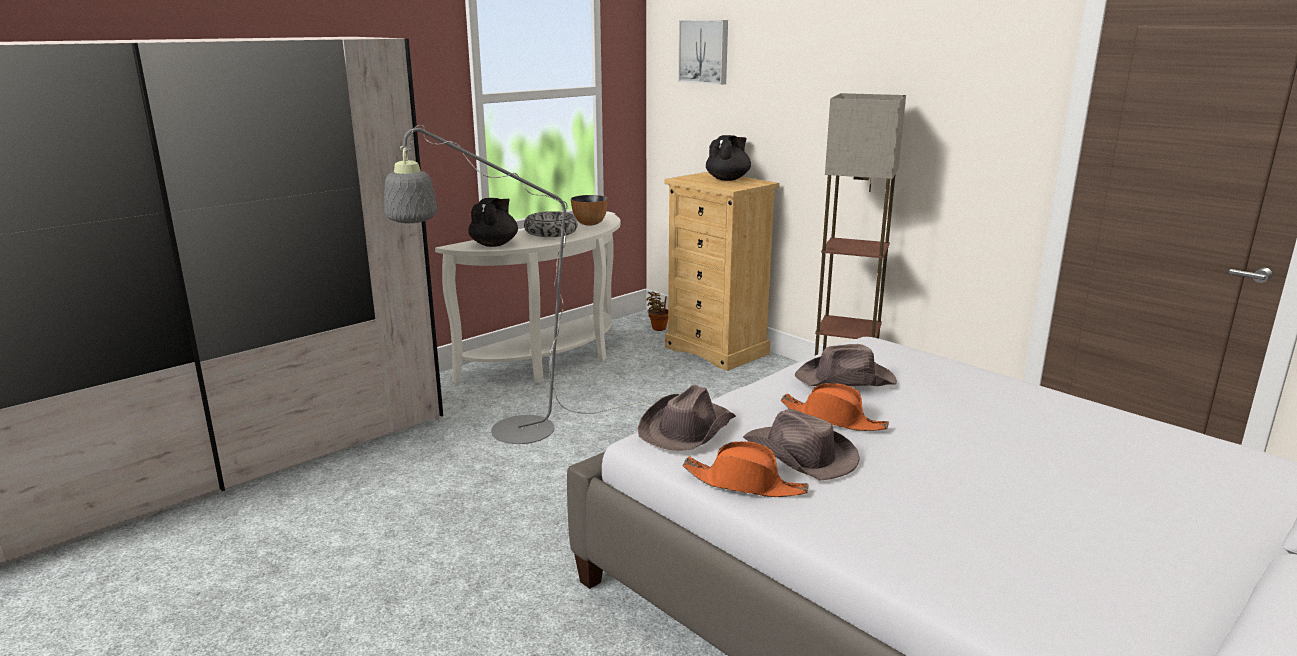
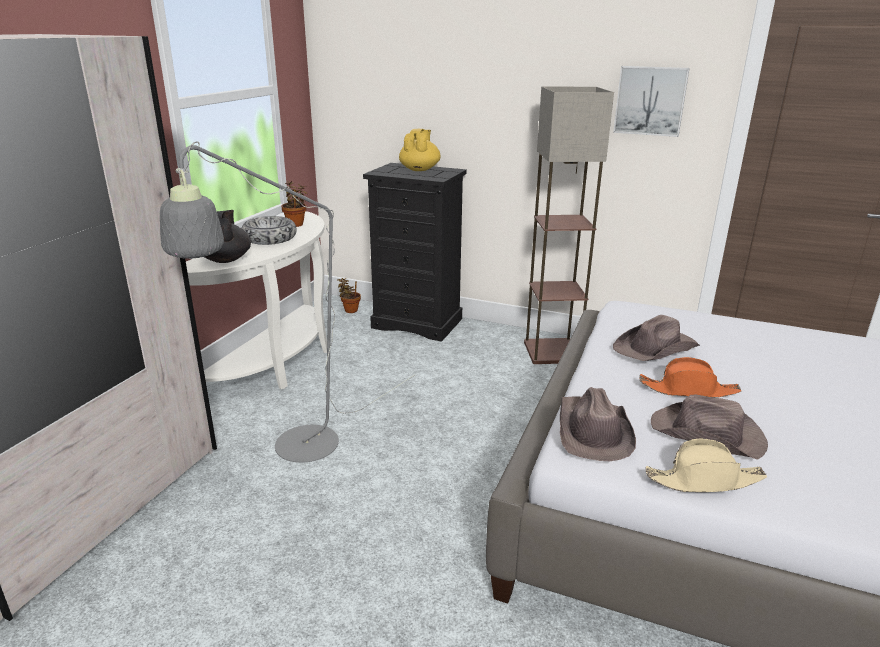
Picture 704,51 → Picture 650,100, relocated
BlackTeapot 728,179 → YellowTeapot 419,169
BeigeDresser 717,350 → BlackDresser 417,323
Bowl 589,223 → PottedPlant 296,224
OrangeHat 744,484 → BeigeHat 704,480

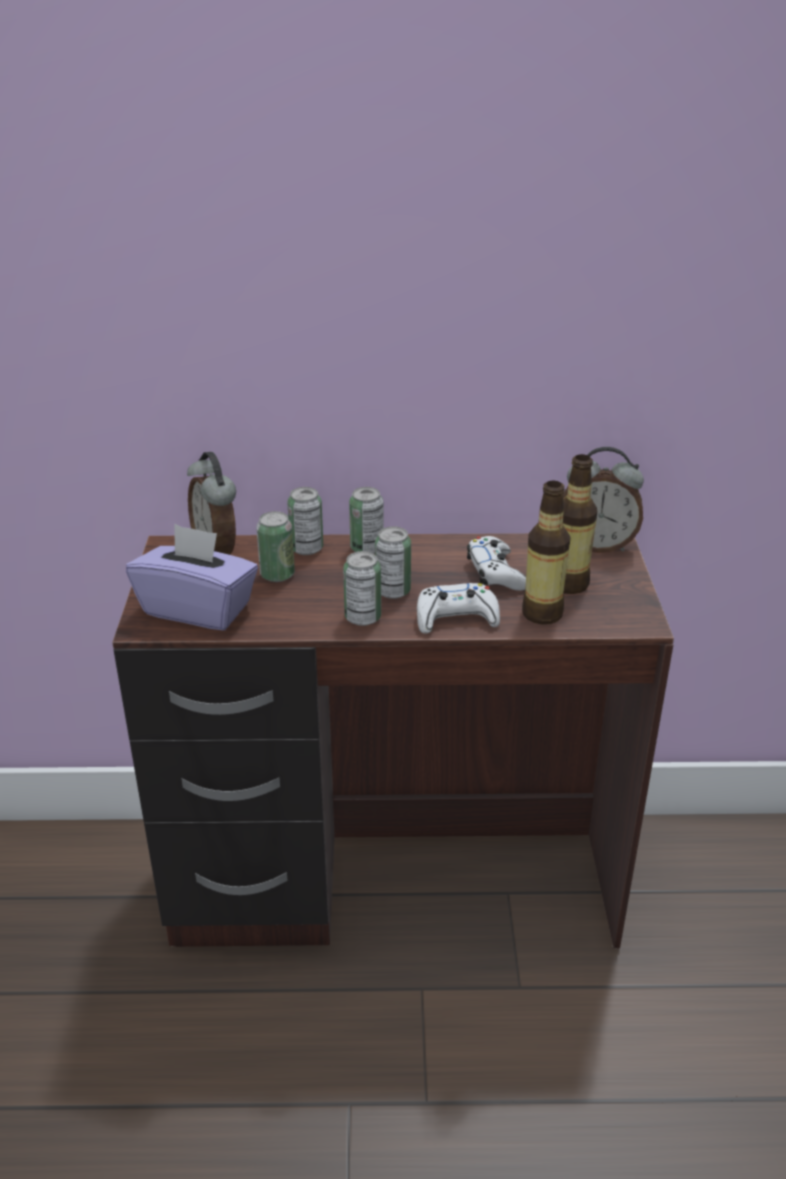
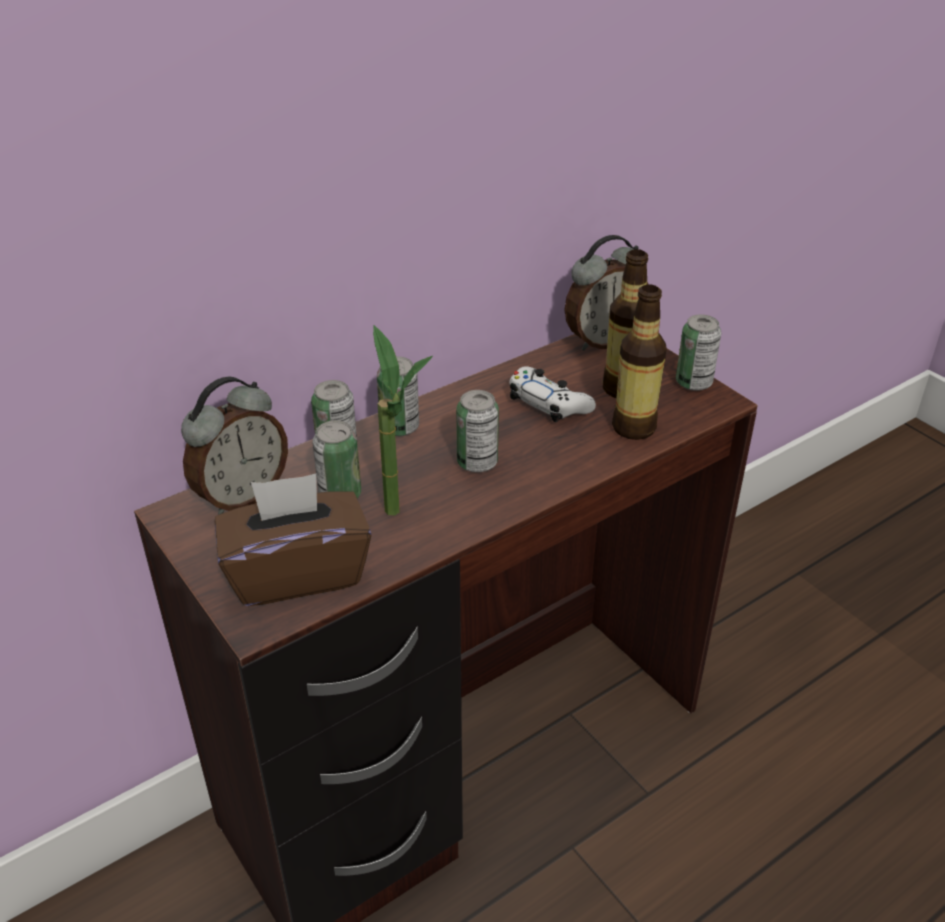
AlarmClock 217,551 → AlarmClock 241,496, 75 degrees counterclockwise
PurpleTissueBox 198,609 → BrownTissueBox 297,572
Can 363,618 → Can 693,383, relocated
WhiteGameController 456,618 → -
- → PottedPlant 404,517

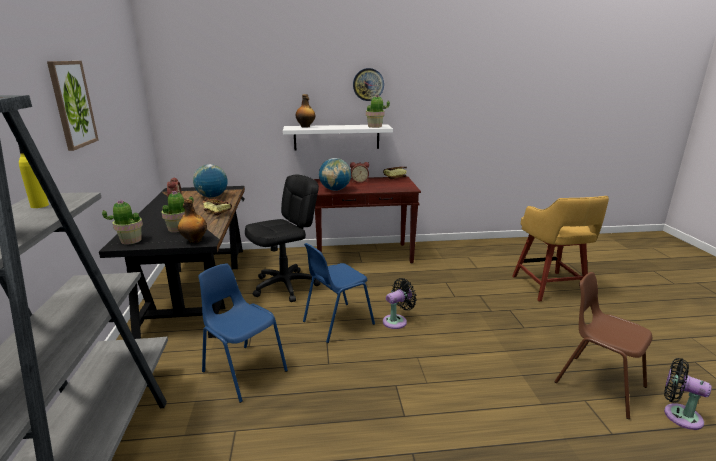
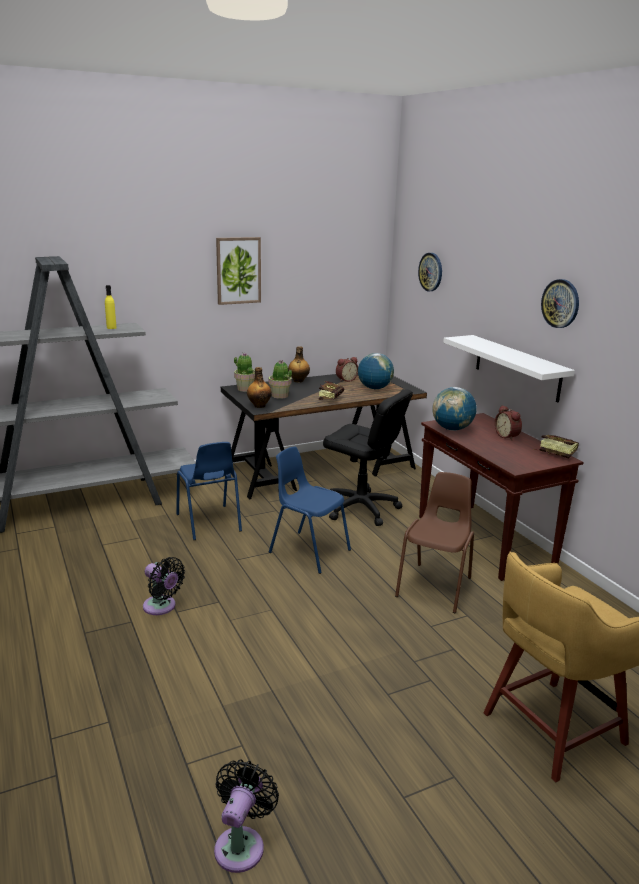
Bottle 305,126 → Bottle 298,381, relocated
PottedPlant 375,126 → -
BlueChair 244,371 → BlueChair 209,523, 135 degrees clockwise
BrownChair 598,384 → BrownChair 435,587, relocated
BlackFan 397,321 → BlackFan 161,607, relocated
- → WallClock 431,272

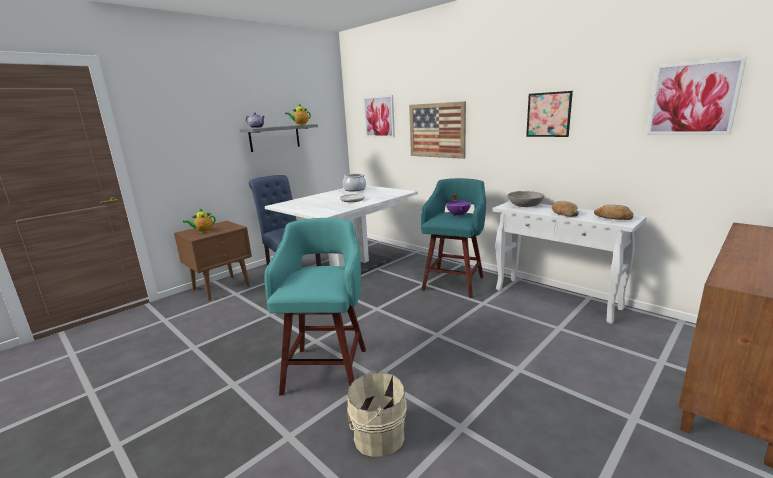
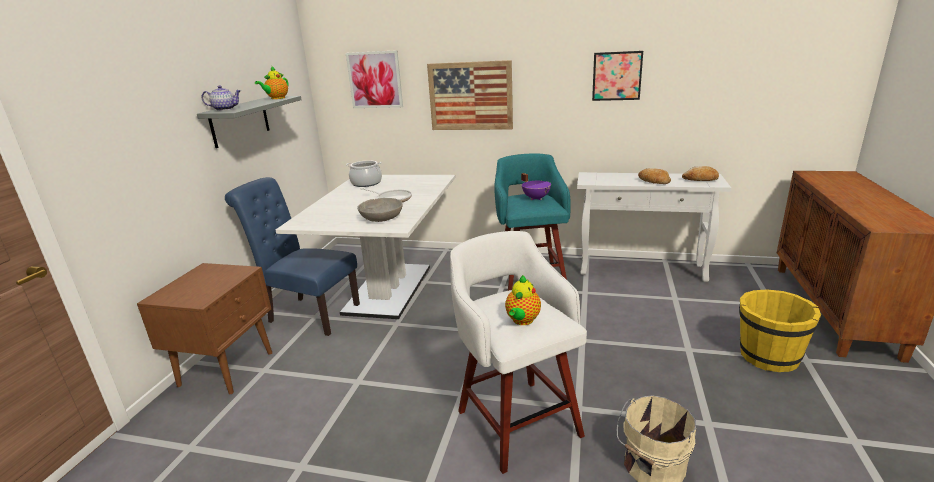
Picture 692,98 → -
GreyBowl 524,205 → GreyBowl 381,218, relocated
Teapot 203,231 → Teapot 522,321, relocated
TurquoiseStool 327,368 → WhiteStool 516,420
- → YellowBucket 768,357

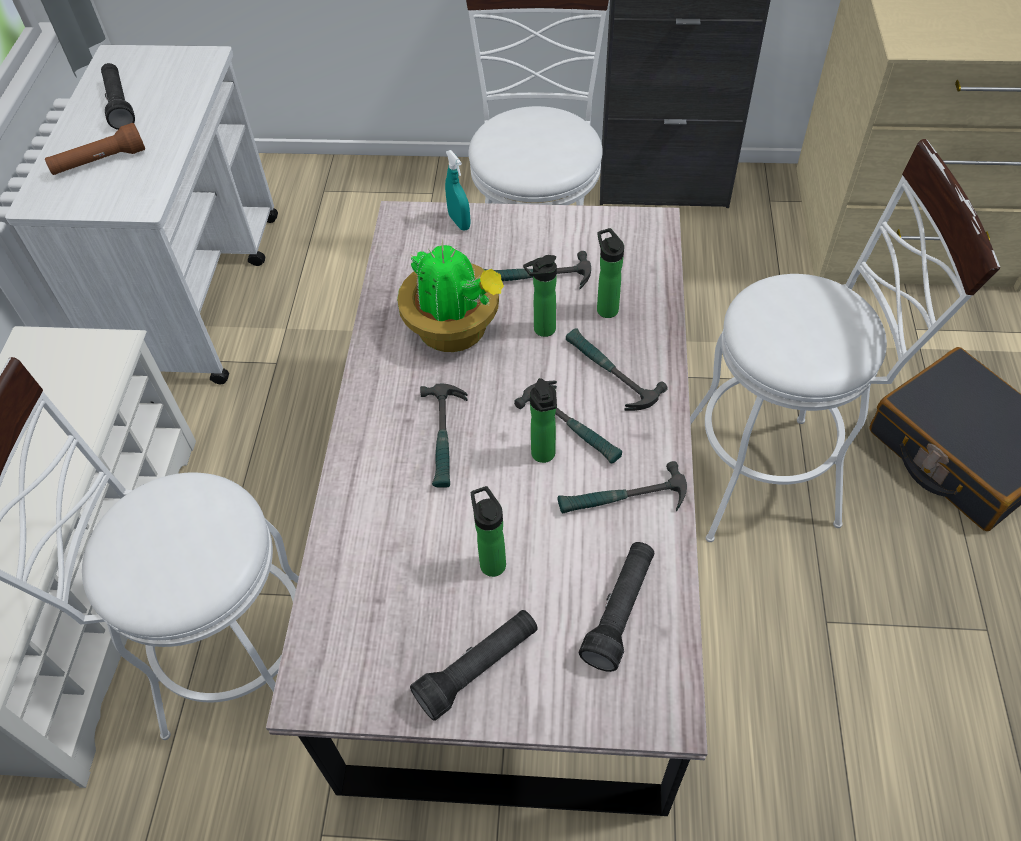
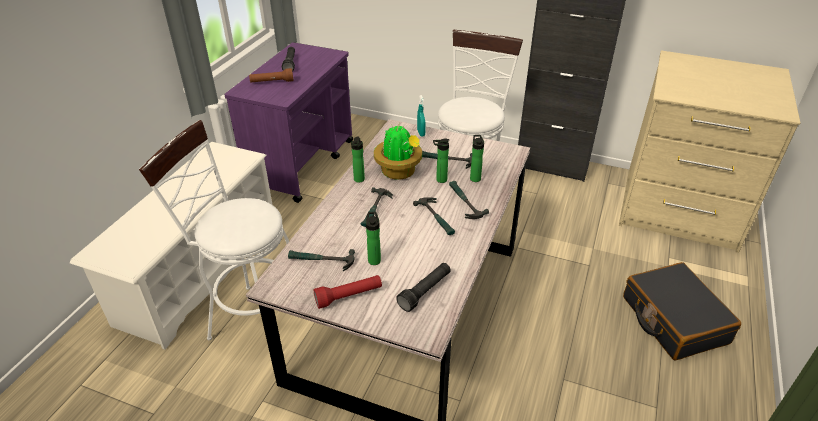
WhiteCart 197,292 → PurpleCart 302,163
WhiteStool 772,475 → -
Bottle 544,456 → Bottle 359,180, relocated
Hammer 623,500 → Hammer 321,261, relocated
BlackFlashlight 478,668 → RedFlashlight 349,296

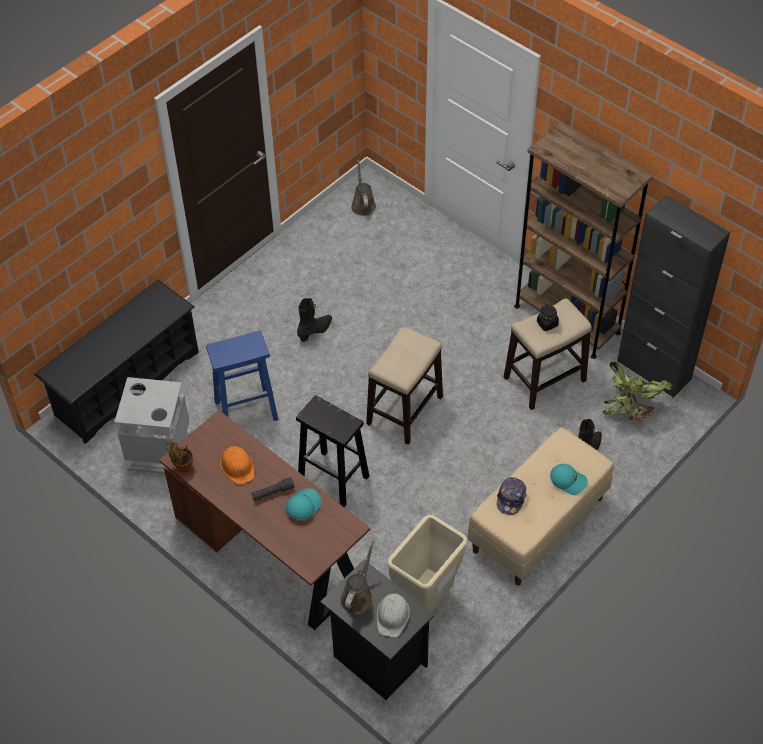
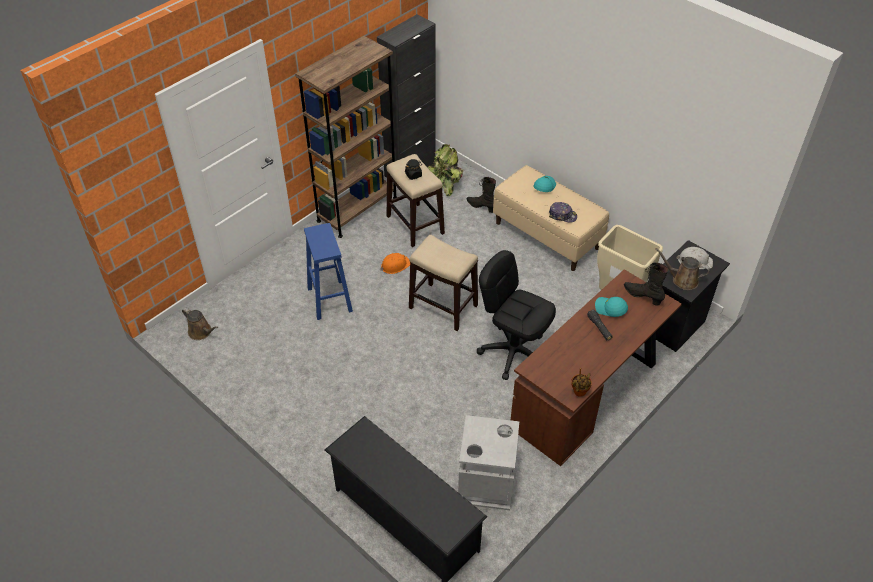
BrownWateringCan 363,204 → BrownWateringCan 201,332, 135 degrees counterclockwise
BlackBoot 315,331 → BlackBoot 642,296, relocated
BlueStool 247,410 → BlueStool 329,299, relocated
BlackStool 334,479 → BlackOfficeChair 513,352
OrangeHardHat 237,466 → OrangeHardHat 395,265, relocated

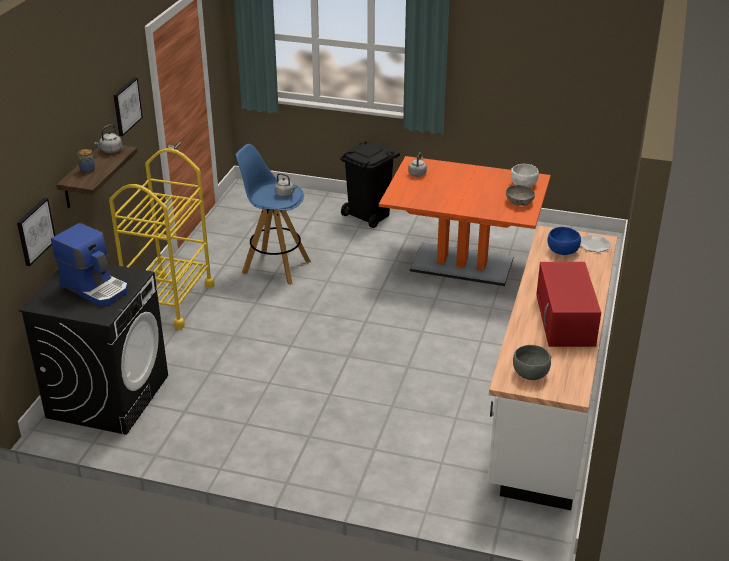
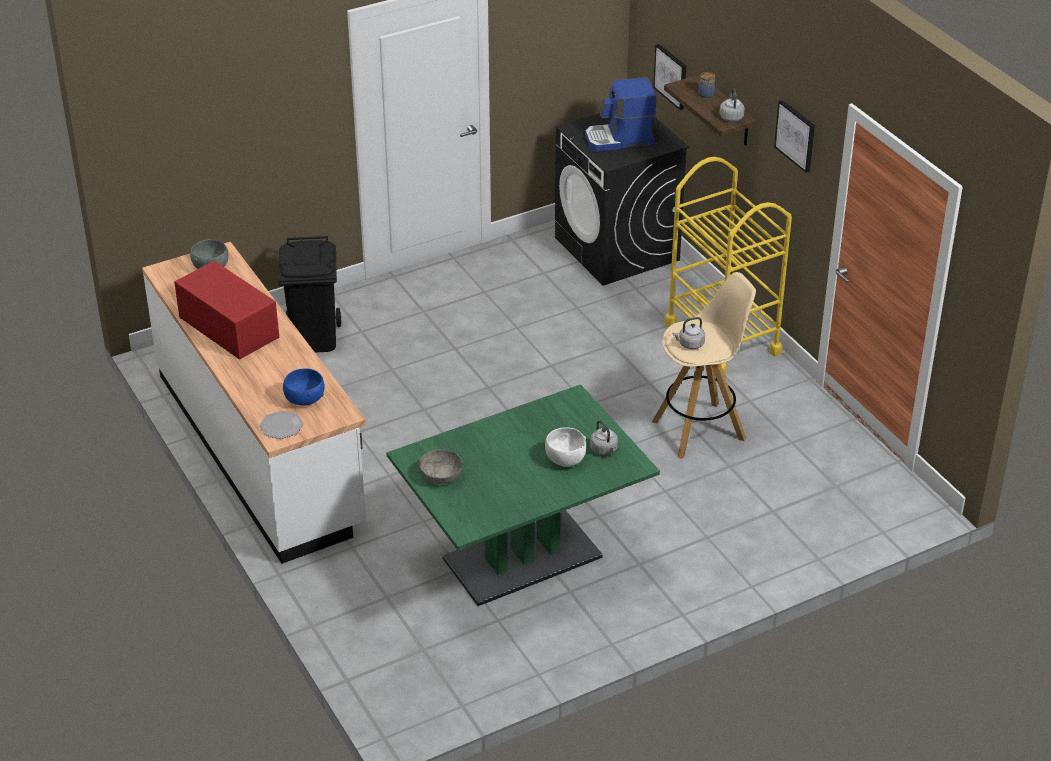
BlackTrashCan 369,215 → BlackTrashCan 313,338, relocated
BlueStool 275,267 → BeigeStool 700,430
OrangeDiningTable 461,265 → GreenDiningTable 522,558
WhiteBowl 523,184 → WhiteBowl 565,459, relocated

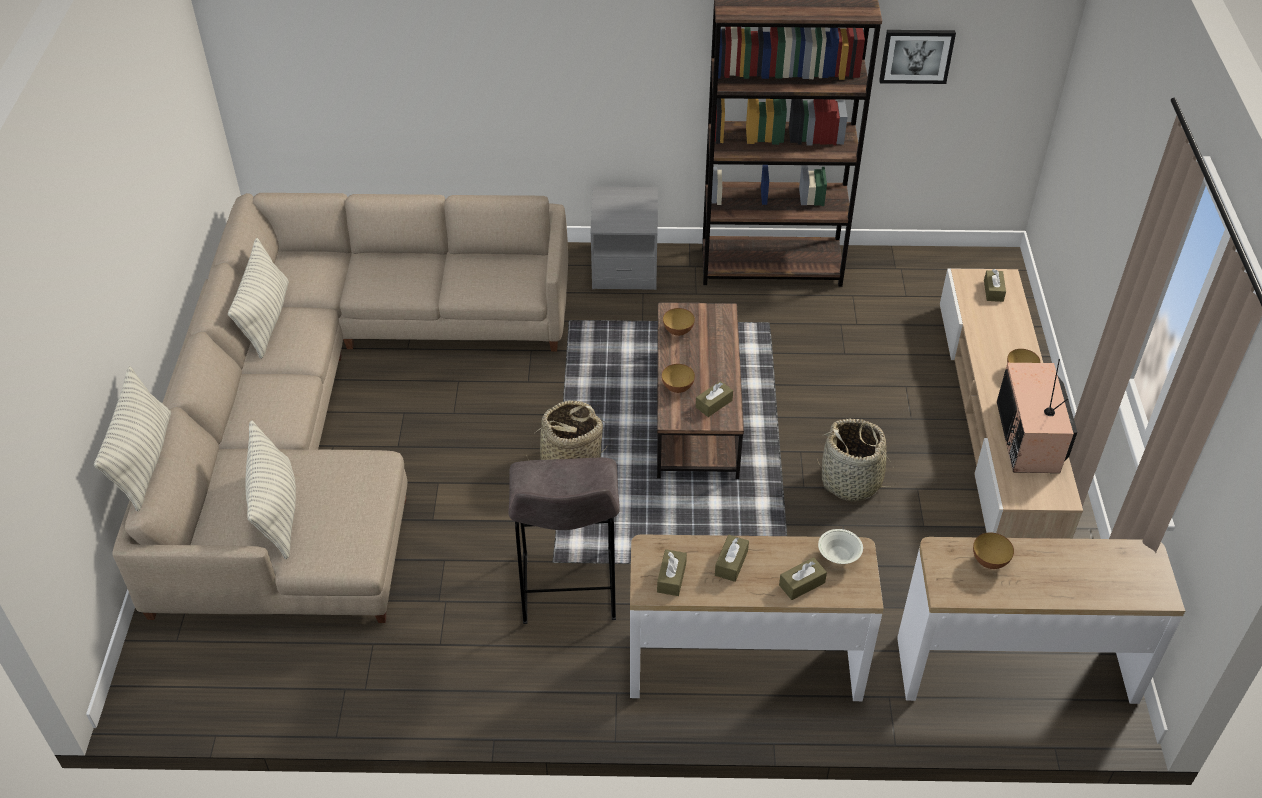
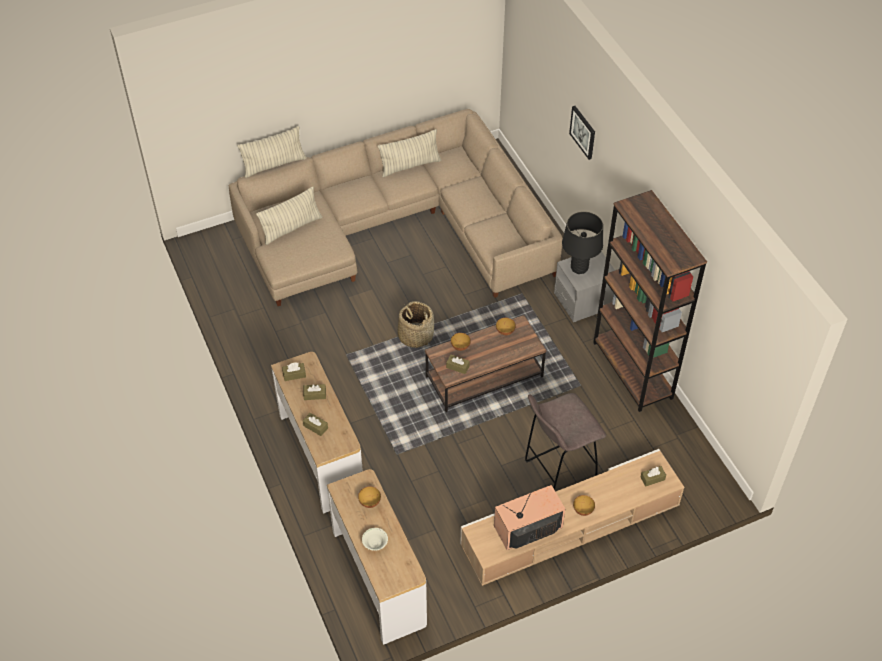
Picture 916,55 → Picture 583,132, relocated
Basket 851,481 → -
GreyStool 568,590 → GreyStool 557,472, relocated
WhiteBowl 838,557 → WhiteBowl 375,544, relocated
- → BlackTableLamp 579,268

